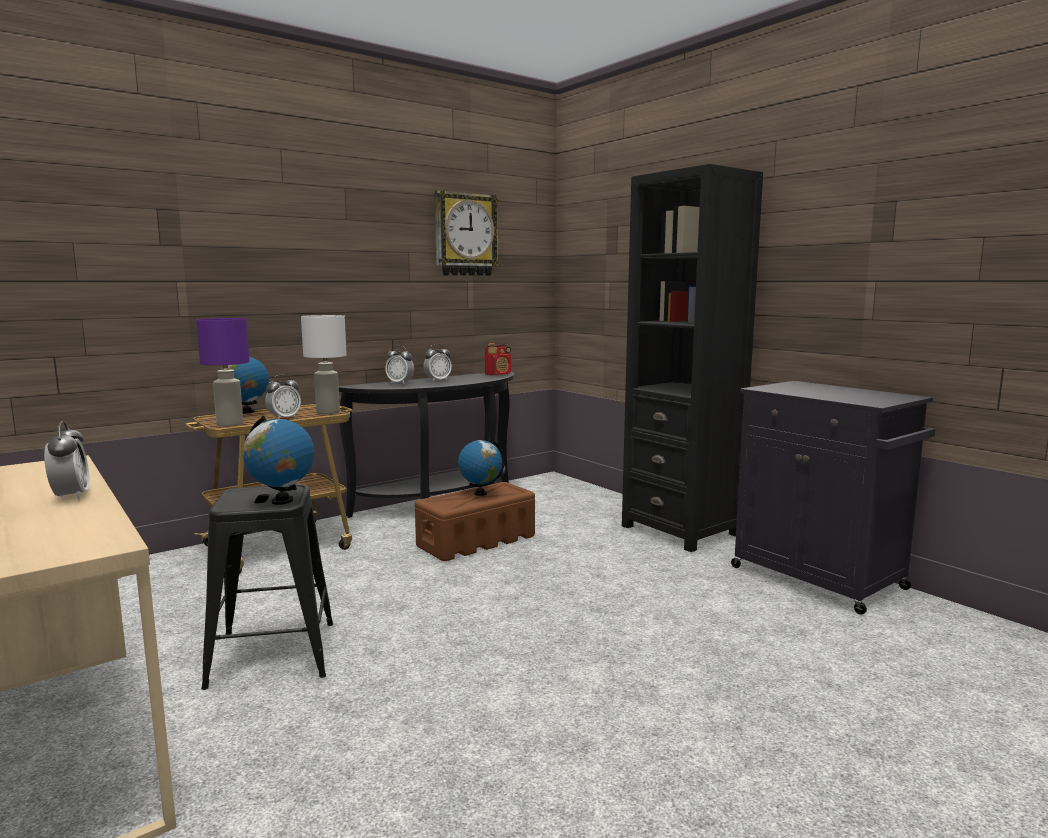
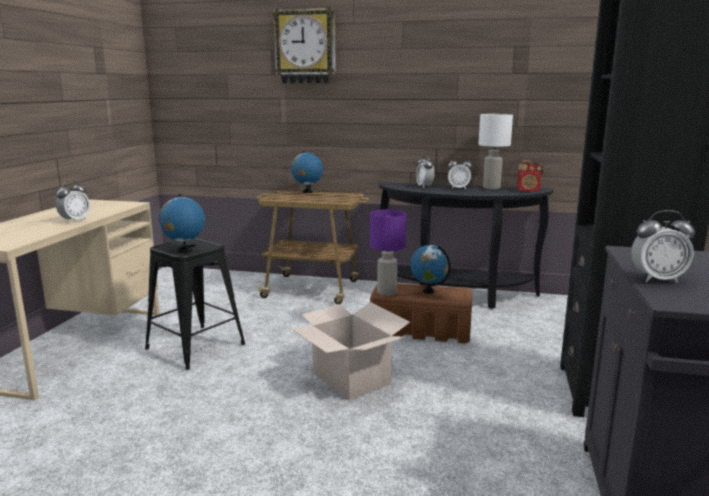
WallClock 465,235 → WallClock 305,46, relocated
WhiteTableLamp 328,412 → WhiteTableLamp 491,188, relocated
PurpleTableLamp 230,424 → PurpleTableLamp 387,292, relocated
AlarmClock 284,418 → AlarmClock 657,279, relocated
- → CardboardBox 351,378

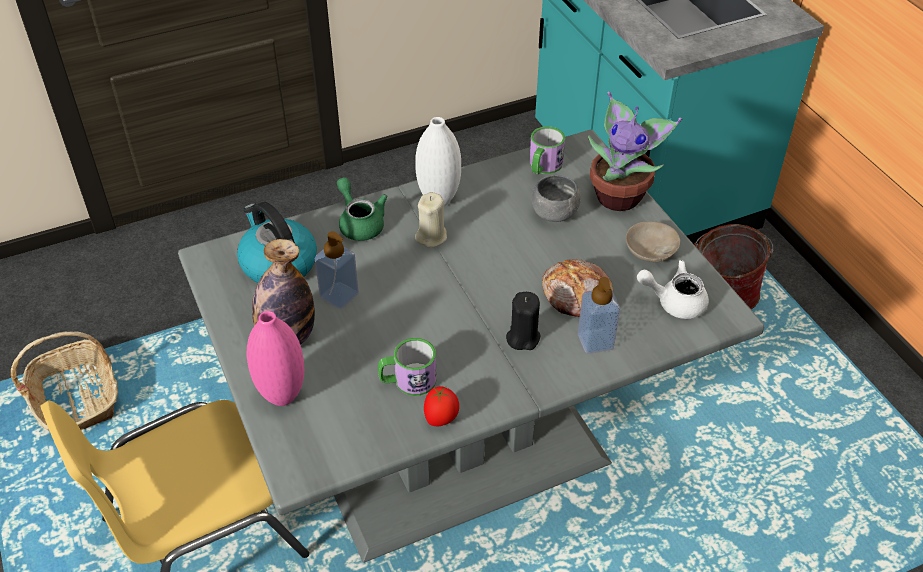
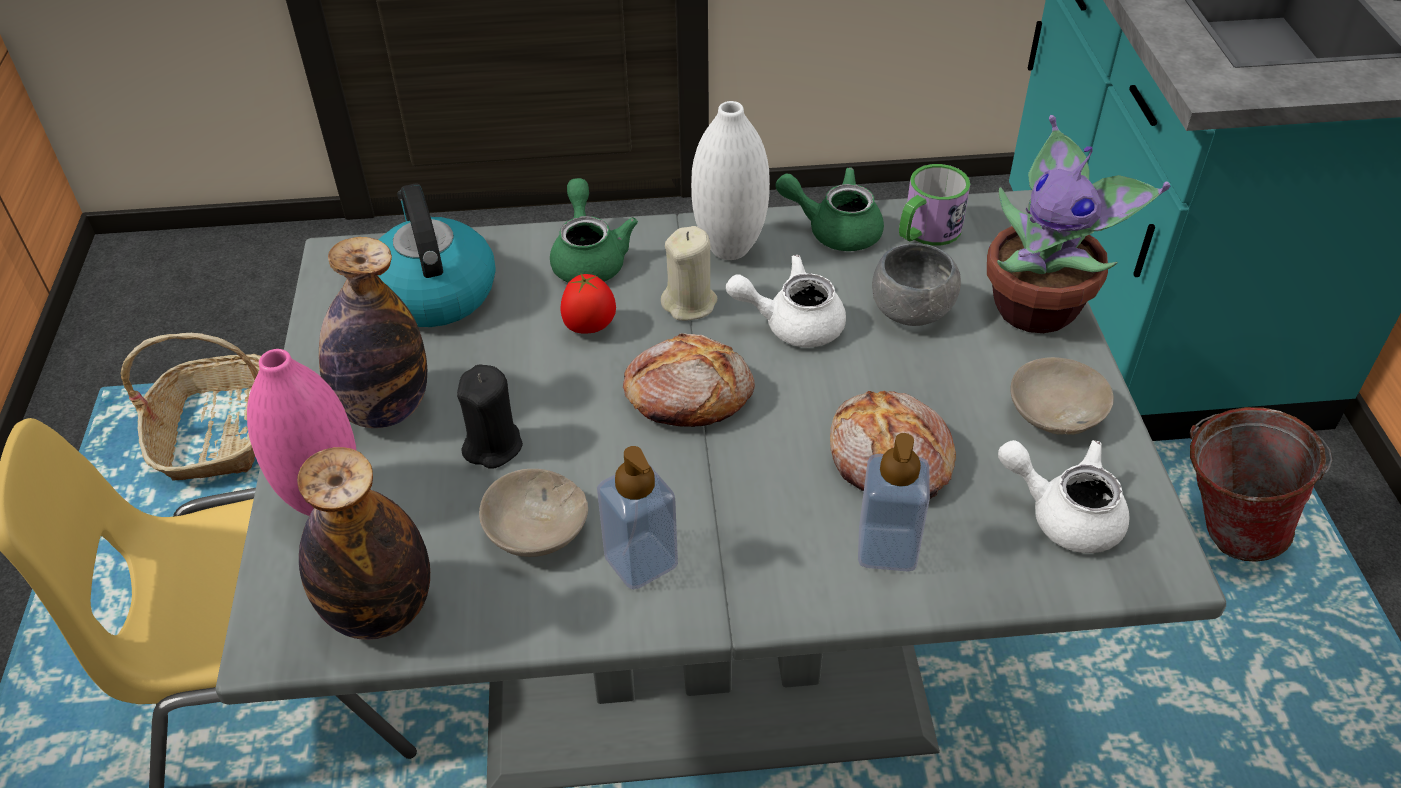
SoapDispenser 339,296 → SoapDispenser 641,561, relocated
BlackCandle 522,337 → BlackCandle 493,445, relocated
Mug 407,381 → BeigeBowl 533,531
Tomato 441,419 → Tomato 590,328, relocated
- → GreenTeapot 834,229
- → WhiteTeapot 792,323
- → Bread 687,394
- → Bottle 380,610

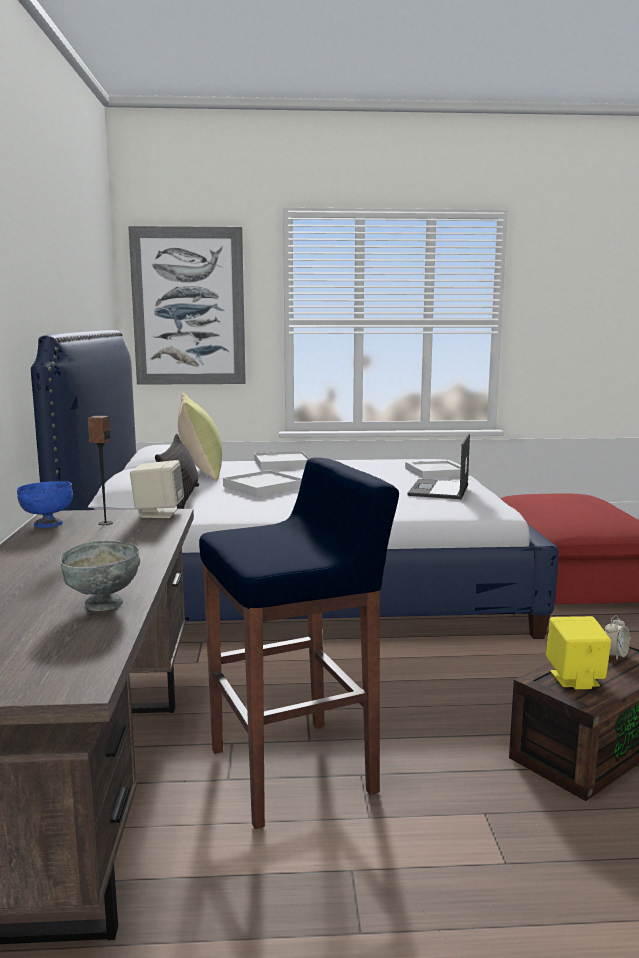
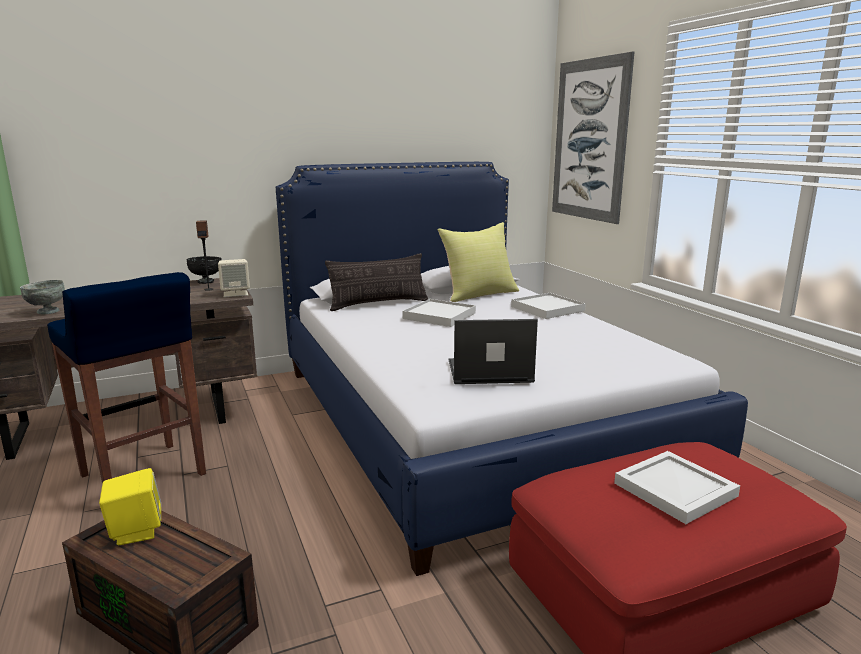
WhiteTray 435,472 → WhiteTray 673,489, relocated
BlueBowl 47,524 → BlackBowl 206,281
AlarmClock 614,655 → -

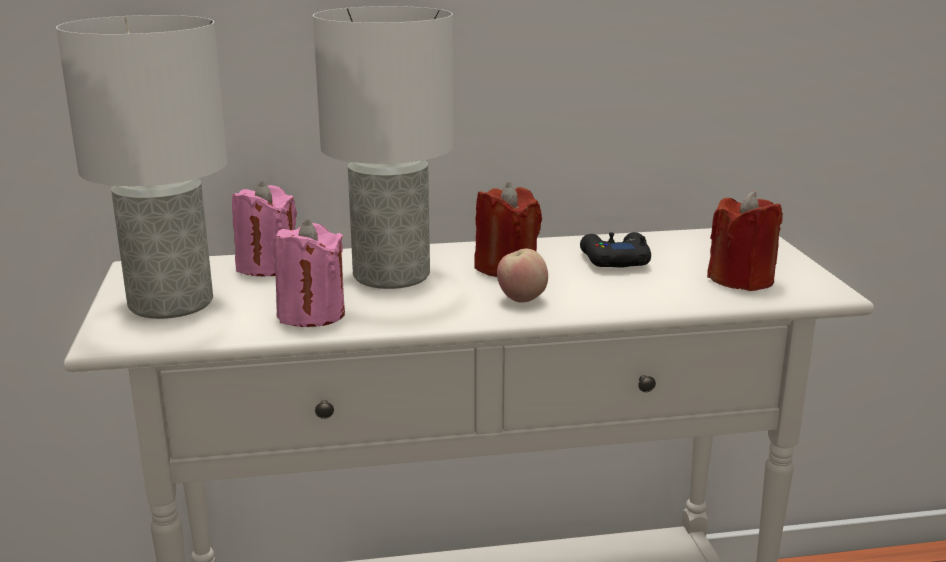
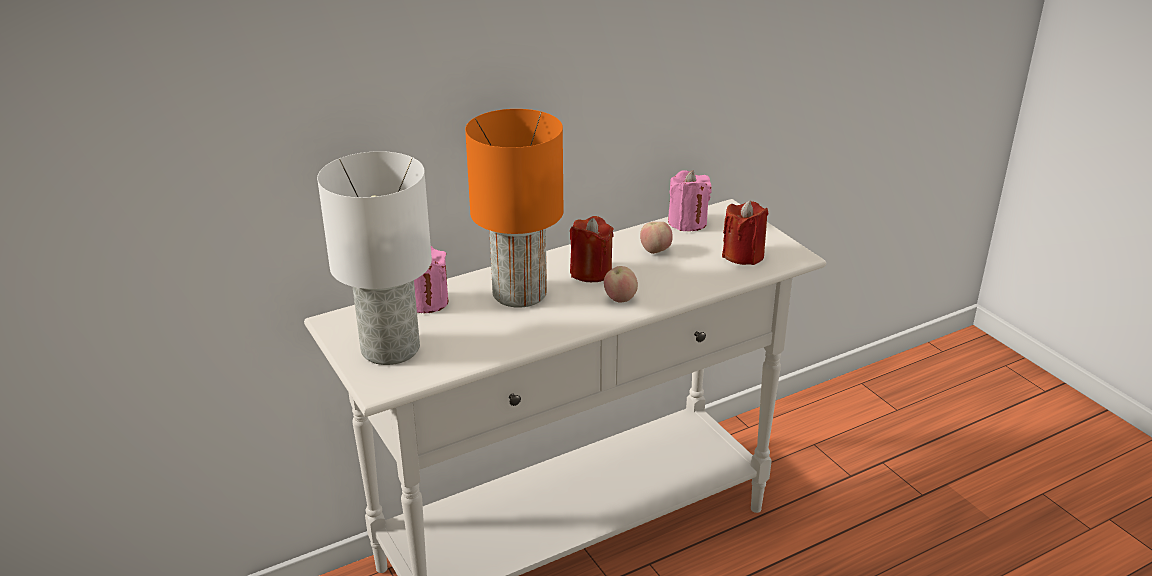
WhiteTableLamp 394,275 → OrangeTableLamp 521,293
PinkCandle 311,314 → PinkCandle 687,222, relocated
BlackGameController 614,260 → Apple 655,251

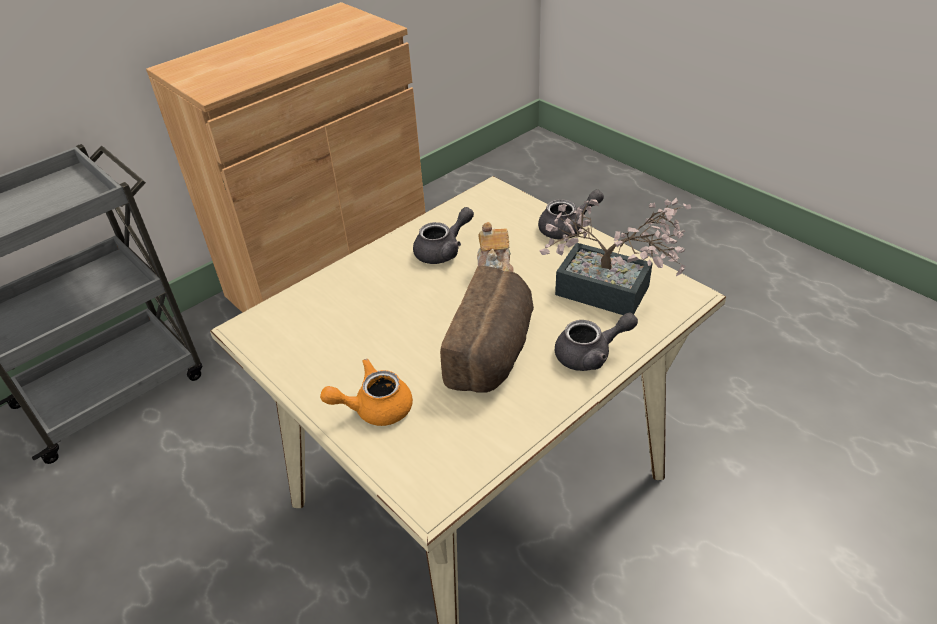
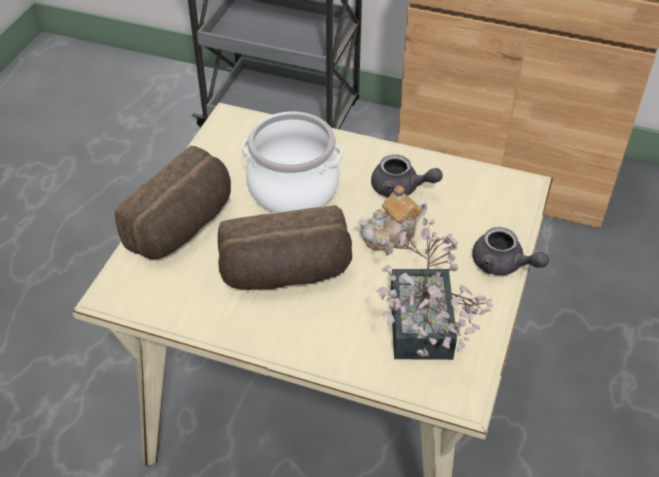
GreyTeapot 591,354 → -
OrangeTeapot 374,408 → Bread 184,226
- → CookingPot 293,188

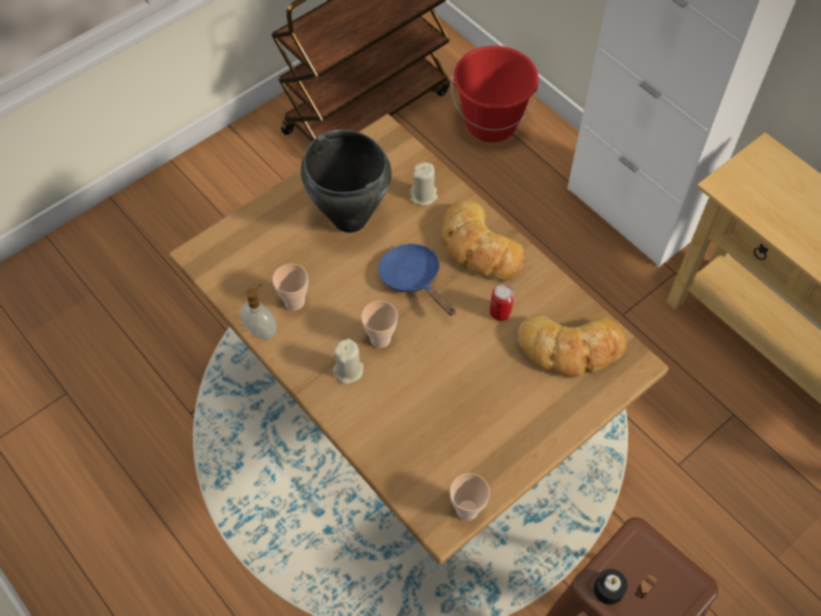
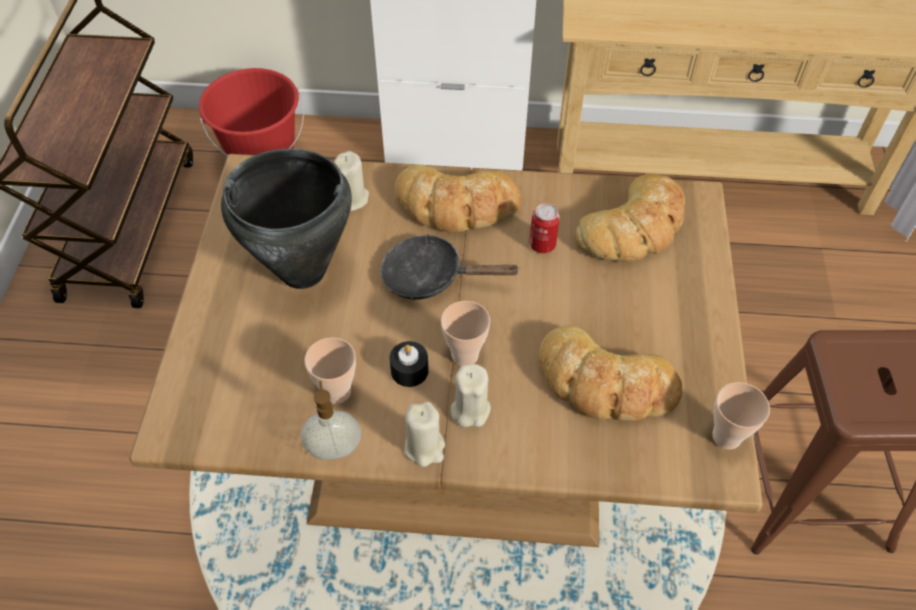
BlueFryingPan 413,279 → BlackFryingPan 430,277
BlackCandle 608,589 → BlackCandle 409,370, relocated
- → Bread 605,383
- → BeigeCandle 425,447

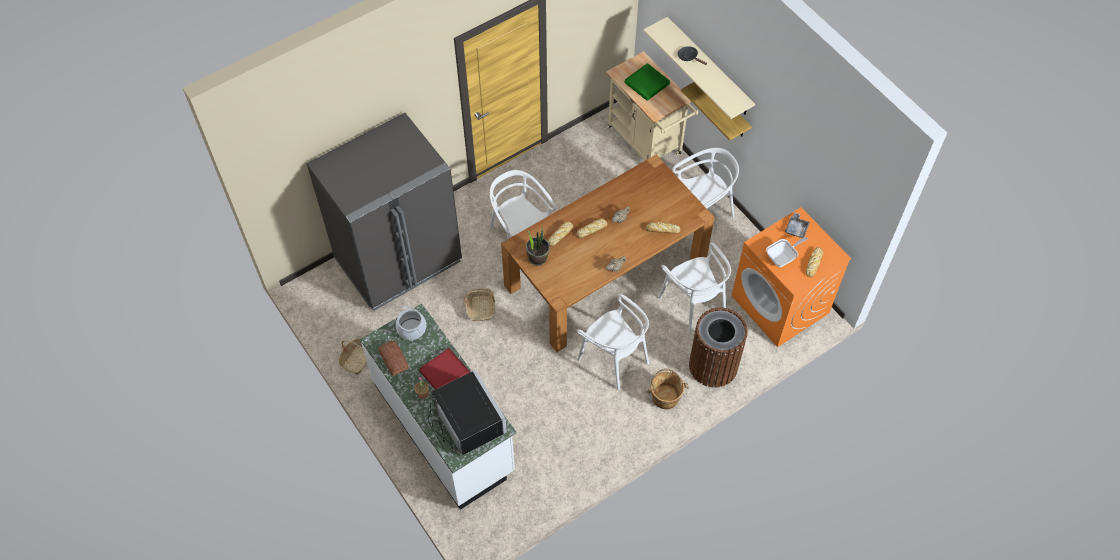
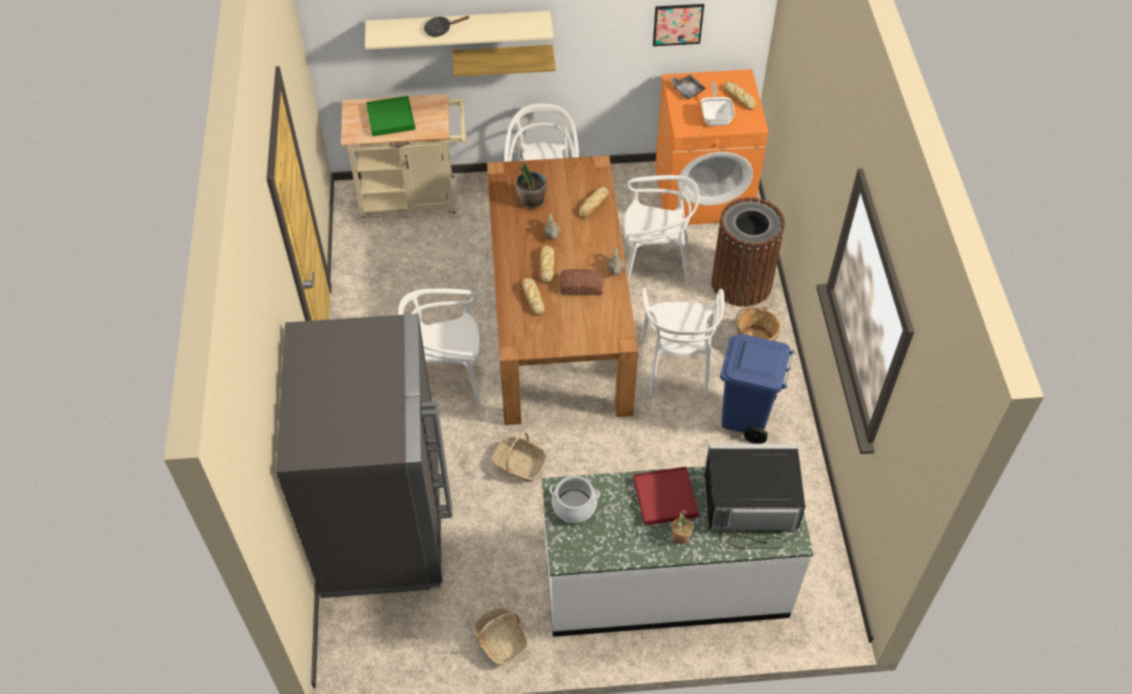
PottedPlant 537,258 → PottedPlant 531,200, relocated
WhiteChair 614,359 → WhiteChair 677,365, 105 degrees clockwise
Bread 393,360 → Bread 582,286, relocated
- → Picture 677,24
- → BlueTrashCan 746,417

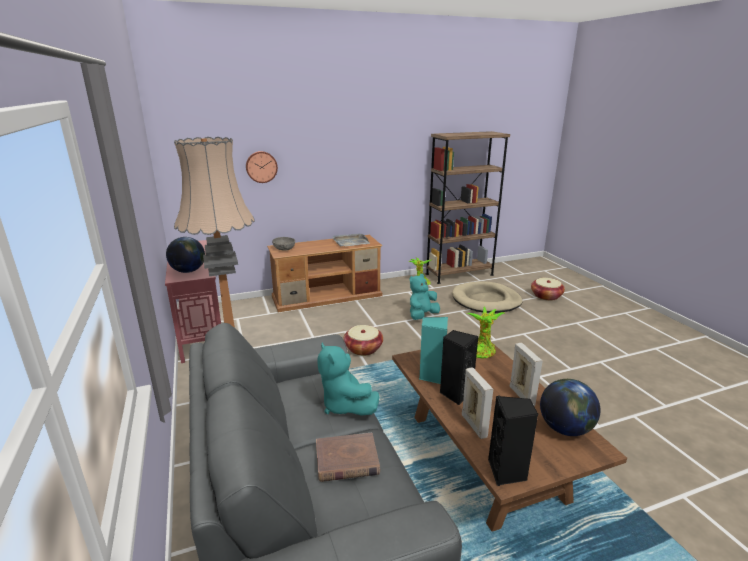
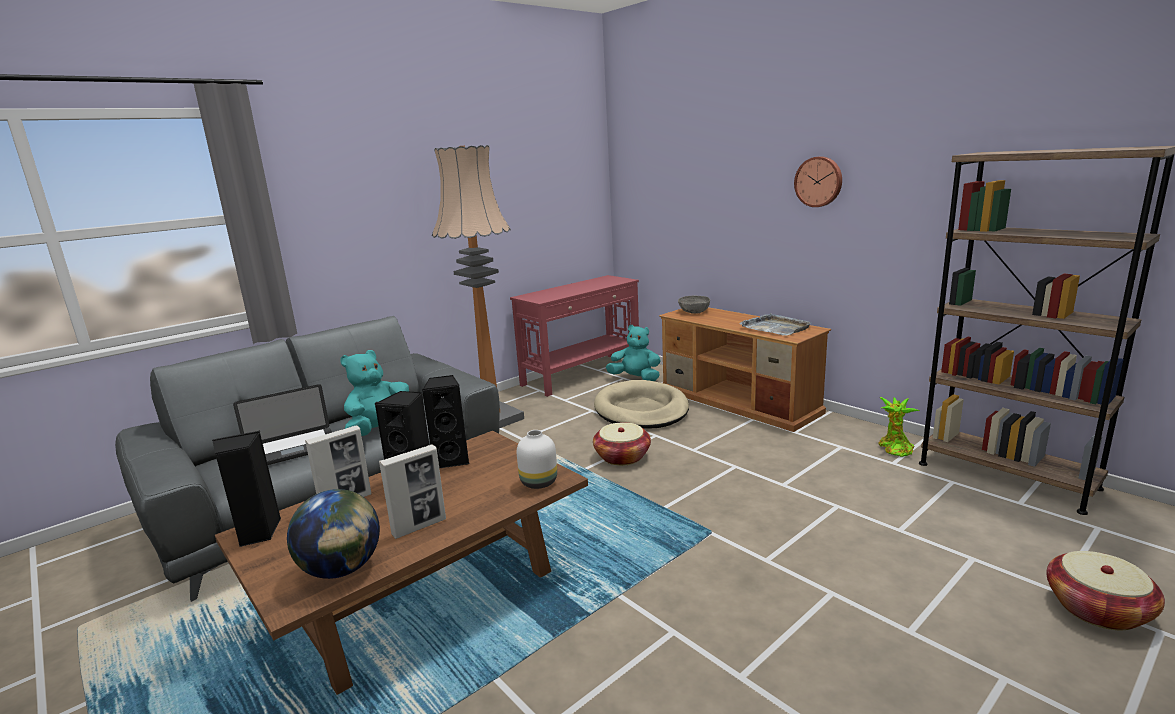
WallClock 261,167 → WallClock 819,181, relocated
Globe 188,271 → -
TurquoisePlushToy 422,316 → TurquoisePlushToy 635,378, relocated
BeigeDogBed 486,300 → BeigeDogBed 641,410, relocated
PottedPlant 482,350 → WhiteVase 538,482
TurquoiseSpeaker 432,376 → BlackSpeaker 452,460
BrownBook 347,460 → Laptop 291,449

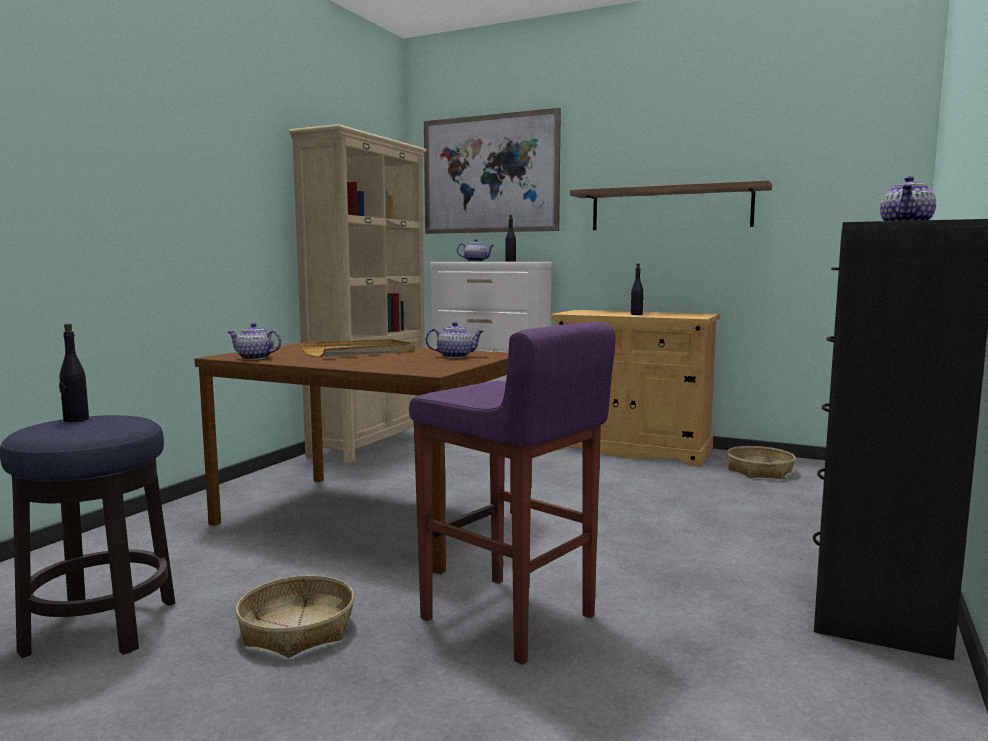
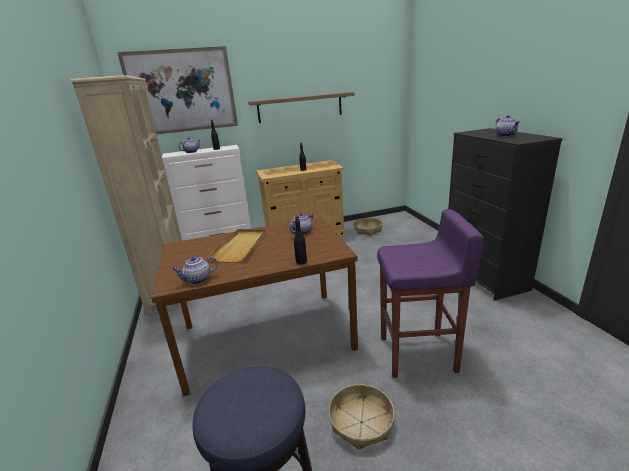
BlackBottle 75,419 → BlackBottle 301,261, relocated

